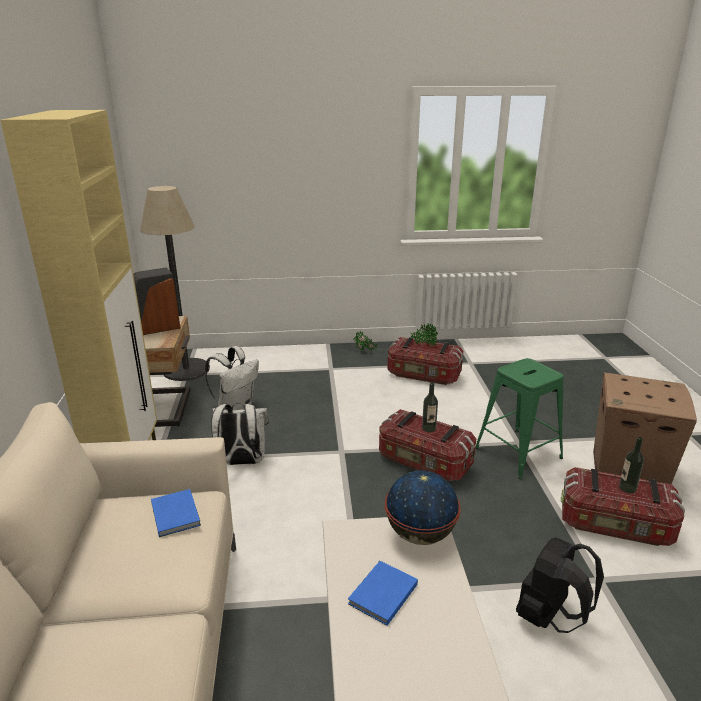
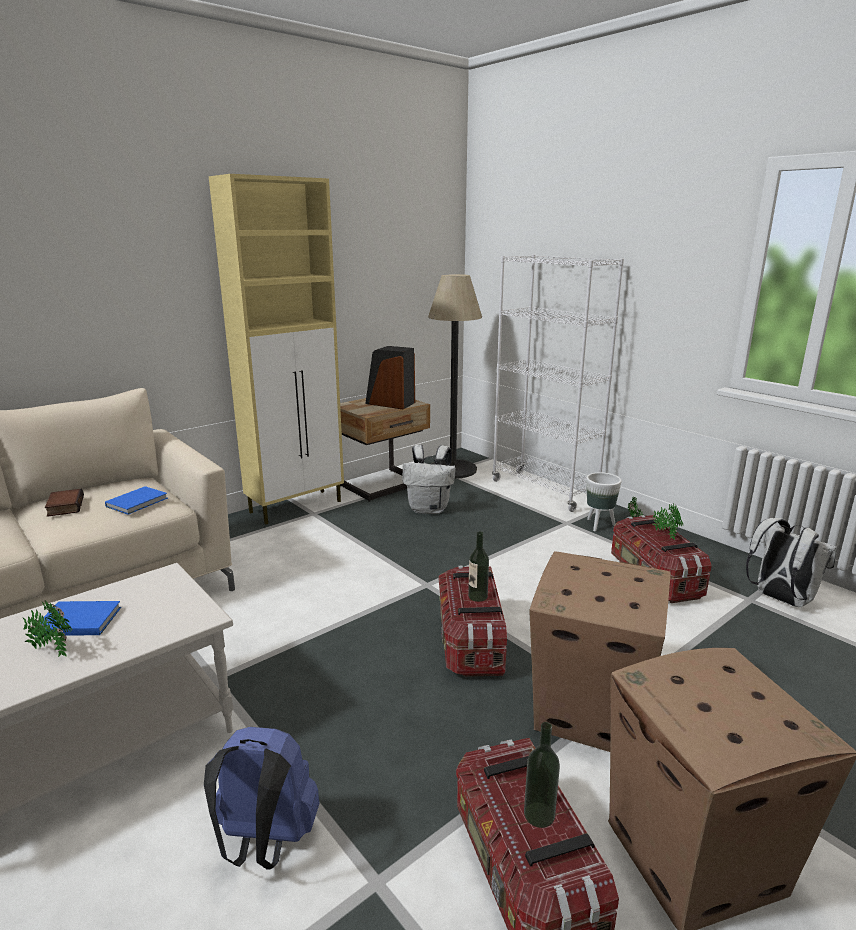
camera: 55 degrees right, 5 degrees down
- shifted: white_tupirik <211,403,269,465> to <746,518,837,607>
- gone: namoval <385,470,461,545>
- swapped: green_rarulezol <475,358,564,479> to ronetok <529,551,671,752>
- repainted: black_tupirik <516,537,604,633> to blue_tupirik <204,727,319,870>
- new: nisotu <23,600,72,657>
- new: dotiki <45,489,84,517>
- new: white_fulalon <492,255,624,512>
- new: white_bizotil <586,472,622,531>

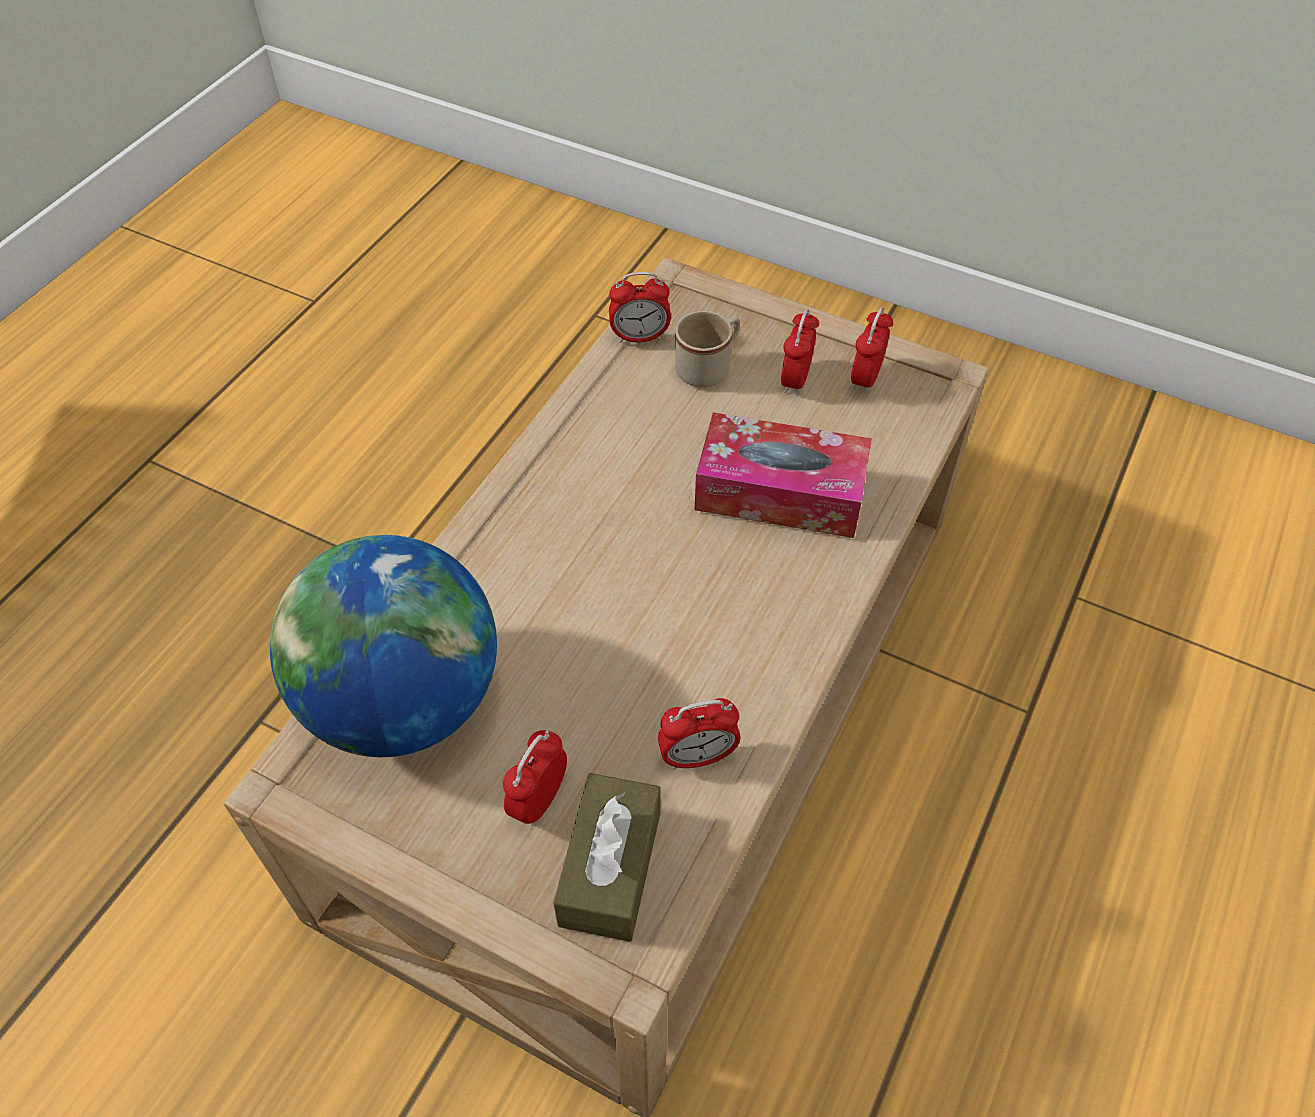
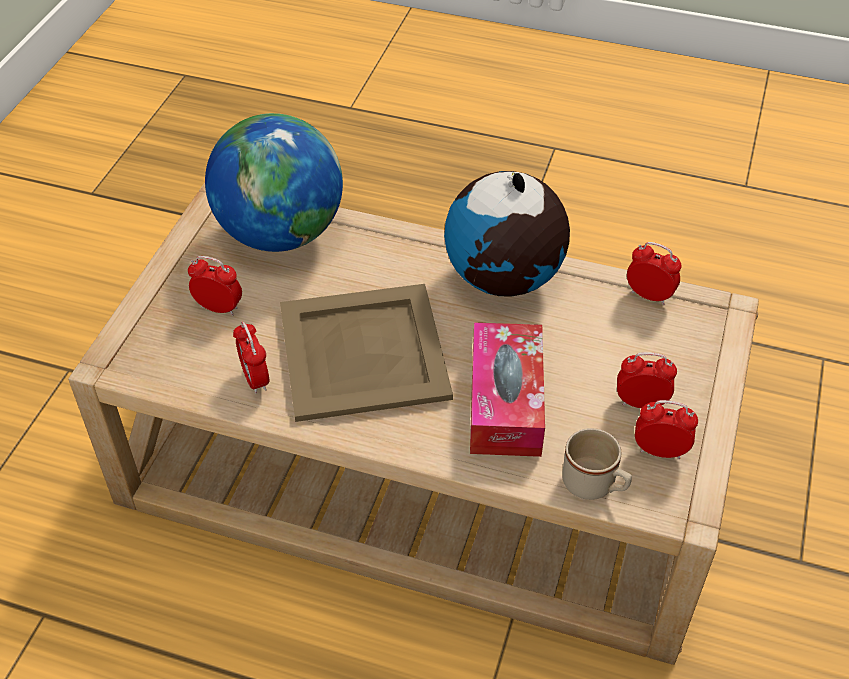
camera: 80 degrees right, 5 degrees down
- gone: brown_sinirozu <553,773,661,942>
- rotated: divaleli <609,272,671,343> = <627,242,681,305> 135 degrees clockwise
- shifted: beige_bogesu <675,311,740,387> to <562,428,632,500>
- new: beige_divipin <280,284,453,422>
- new: namoval <444,171,570,297>

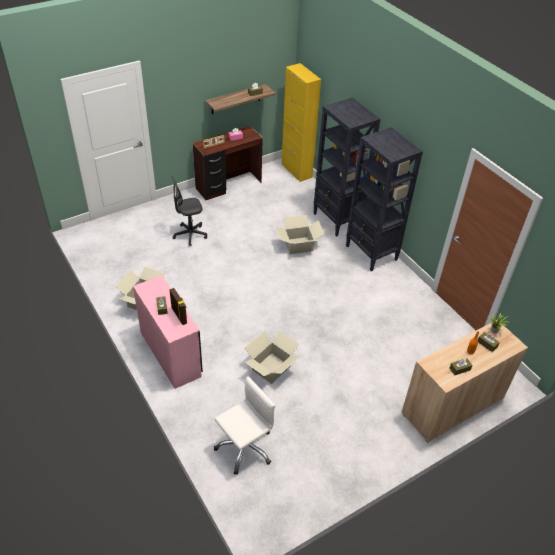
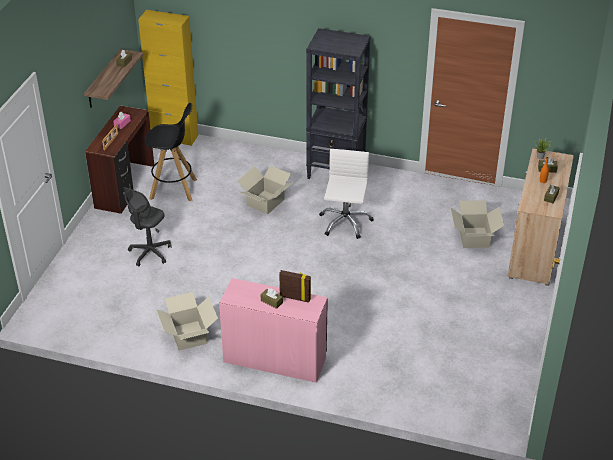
camera: 40 degrees left, 5 degrees down
- shifted: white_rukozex <214,376,275,475> to <319,149,373,239>
- shifted: ronetok <245,331,300,384> to <450,200,504,248>
- gone: black_fulalon <314,97,381,237>
- new: black_rarulezol <145,103,197,201>

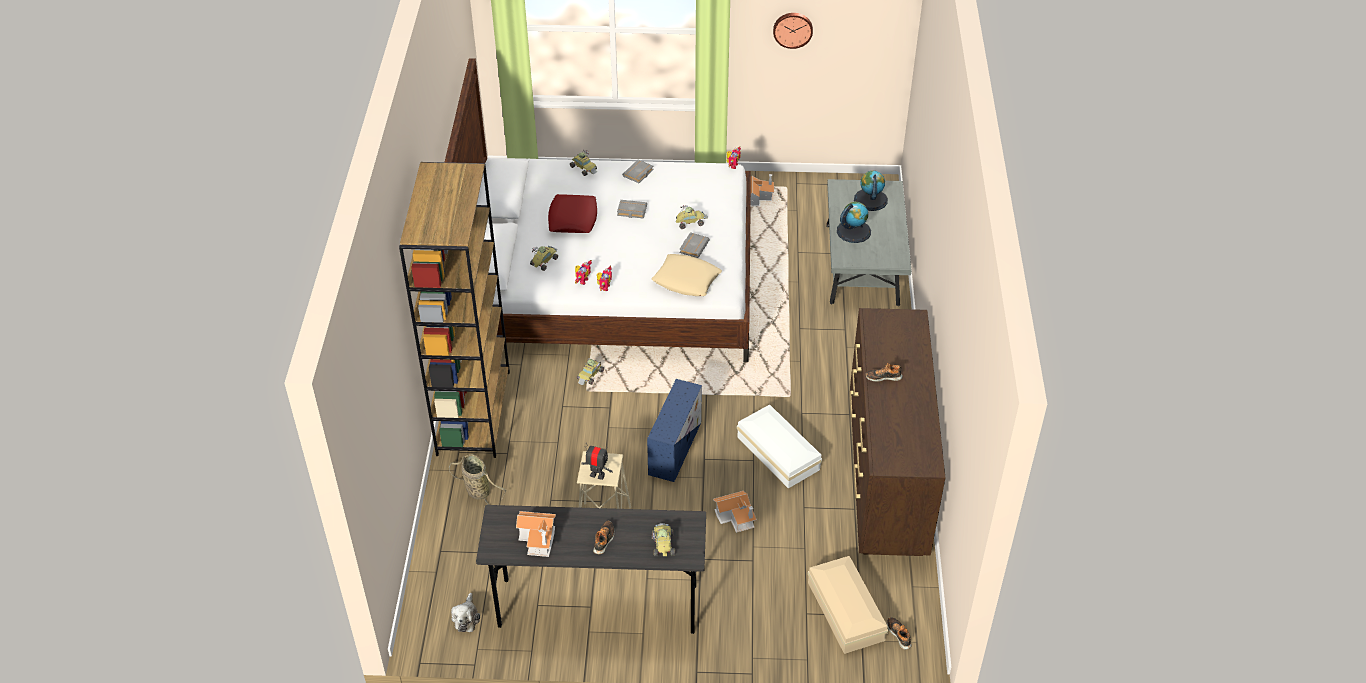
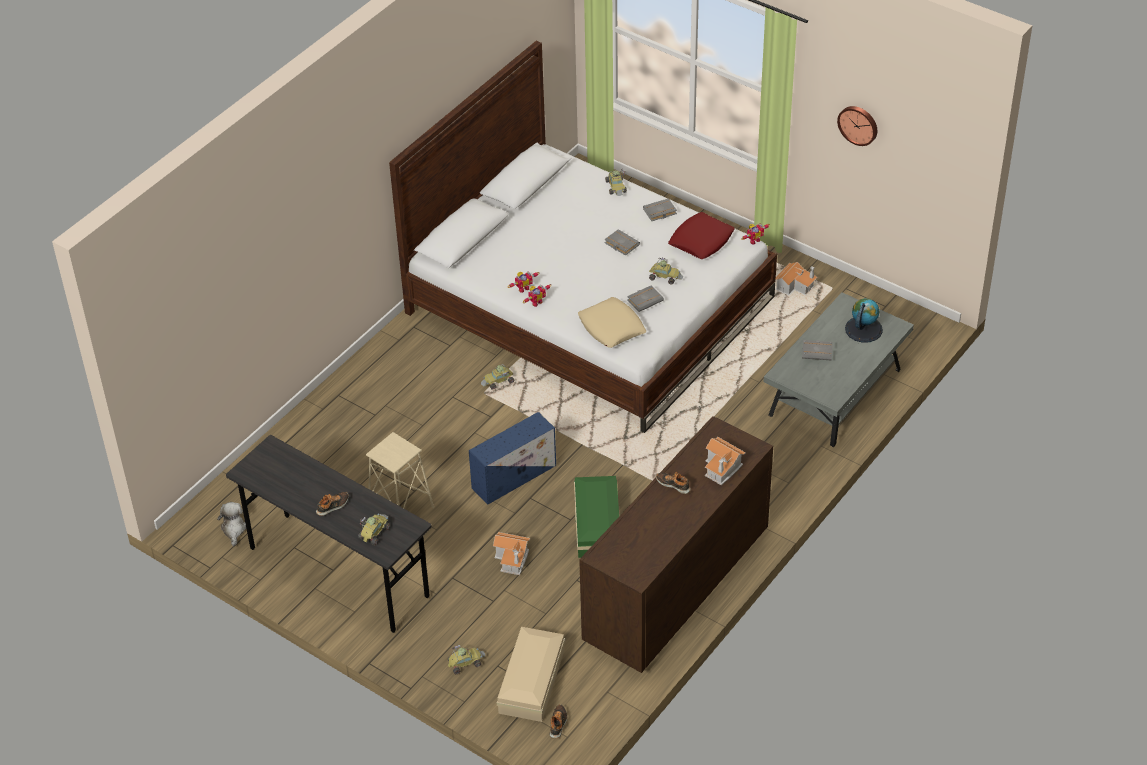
camera: 35 degrees right, 0 degrees up
- gone: brown_fulalon <399,162,510,458>
- gone: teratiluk <449,454,507,505>
- rotated: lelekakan <451,593,480,632> = <217,502,246,546> 135 degrees clockwise
- shifted: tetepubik <516,511,556,557> to <705,437,745,485>
- shifted: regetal <530,246,558,271> to <448,645,485,674>
- shifted: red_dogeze <548,194,597,233> to <668,212,735,259>
- gone: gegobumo <581,443,613,480>
- repainted: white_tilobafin <737,405,822,488> to green_tilobafin <574,476,619,558>
- swapped: namoval <837,202,871,243> to grey_dotiki <802,340,833,361>

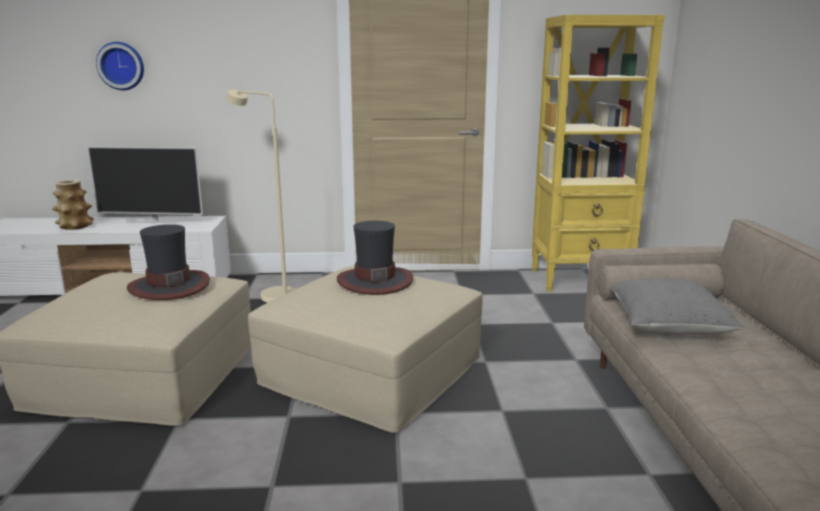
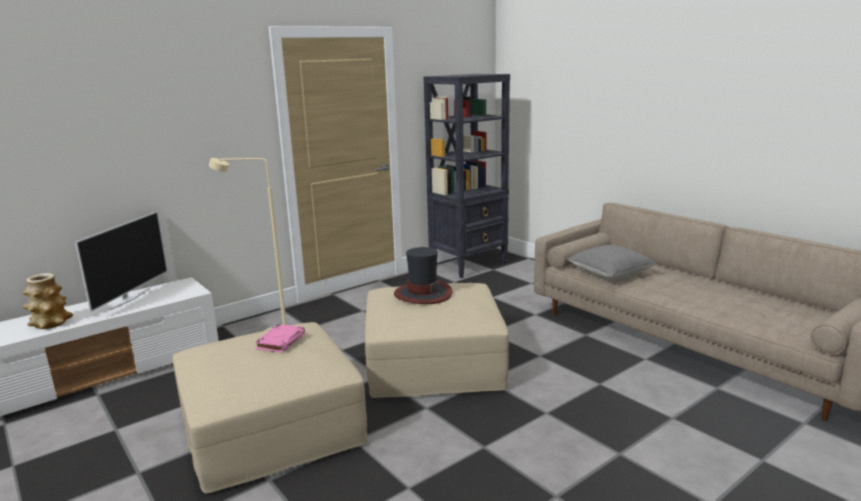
camera: 35 degrees left, 0 degrees up
- rotated: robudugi <87,146,203,223> = <75,211,168,312> 45 degrees counterclockwise
- gone: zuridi <96,42,144,90>
- swapped: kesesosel <127,224,210,300> to pink_dotiki <255,324,305,353>
- repainted: yellow_fulalon <532,15,664,292> to black_fulalon <424,74,510,278>

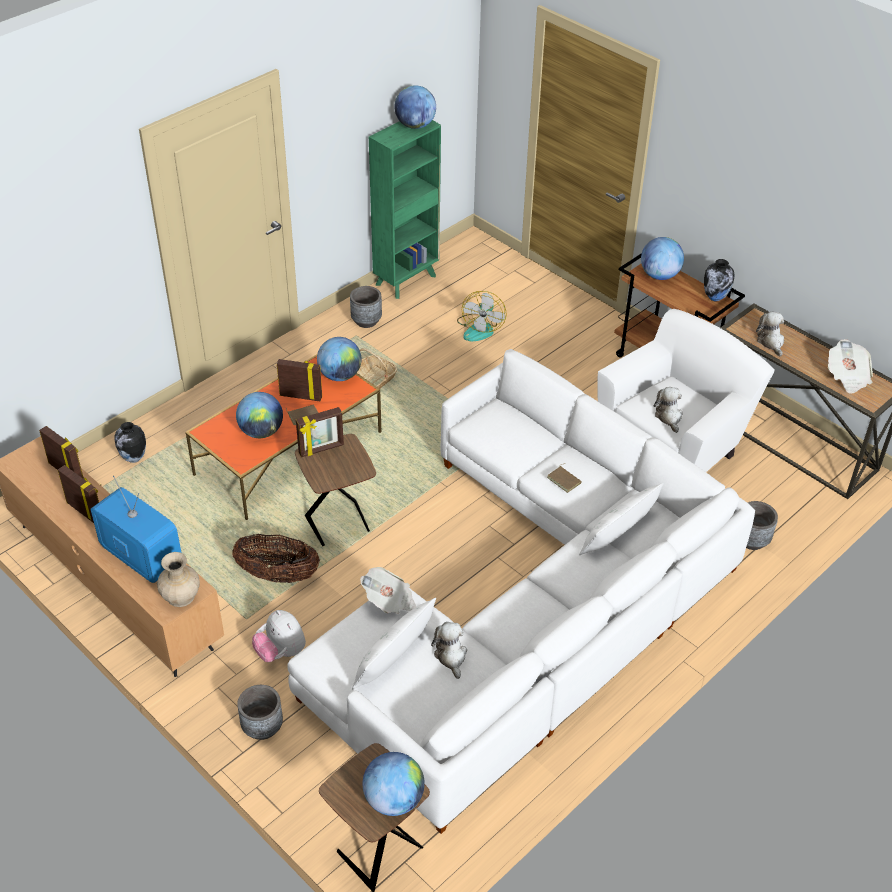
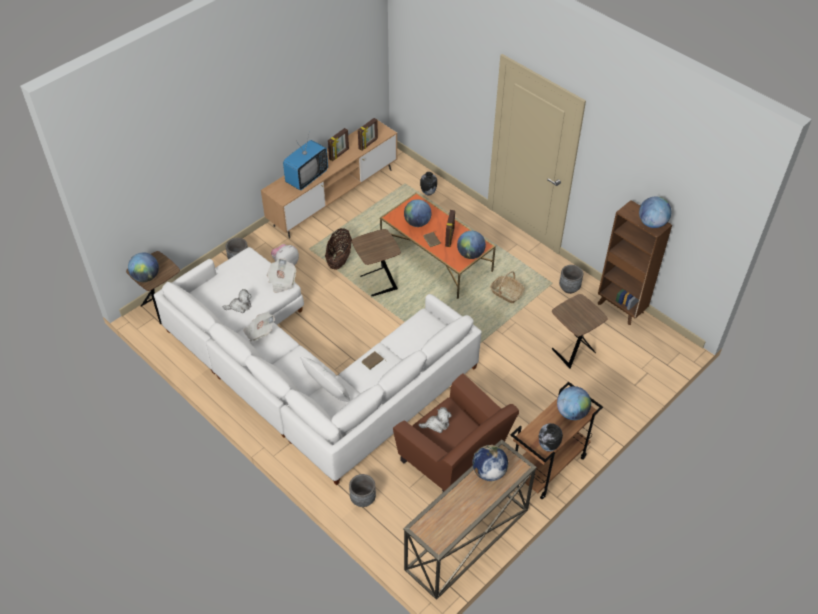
camera: 90 degrees right, 5 degrees up
- gone: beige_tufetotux <157,552,200,607>
- gone: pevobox <296,407,344,457>
- gone: white_dogeze <352,598,436,689>
- repainted: green_fulalon <369,120,441,299> to brown_fulalon <598,200,672,325>
- swapped: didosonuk <457,291,507,341> to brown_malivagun <552,294,608,369>
- repainted: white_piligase <597,309,774,472> to brown_piligase <393,373,519,492>
- swapped: lelekakan <756,312,784,357> to namoval <472,445,508,481>
- shifted: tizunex <828,339,873,394> to <243,312,275,342>

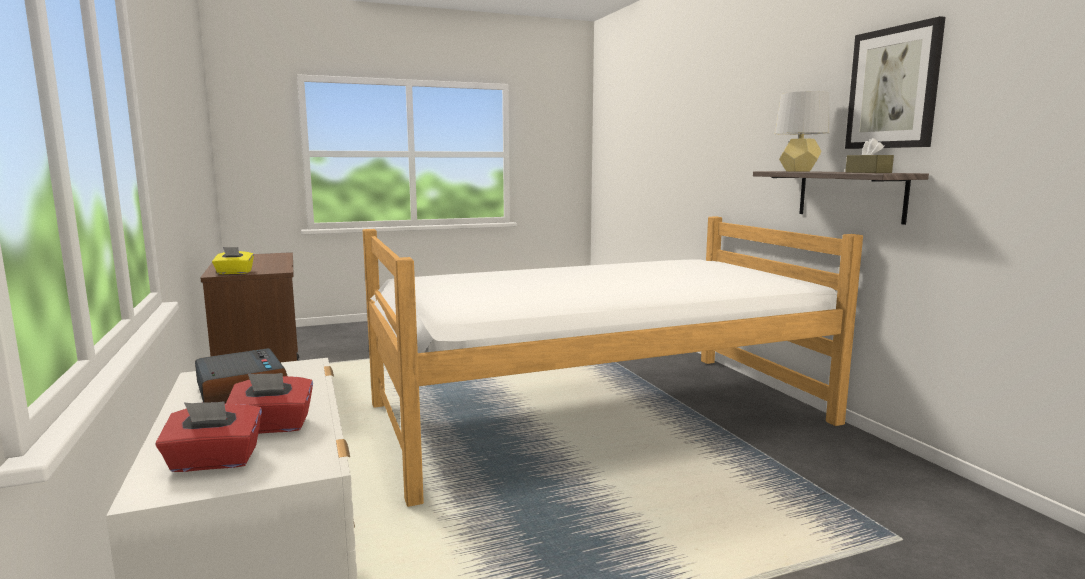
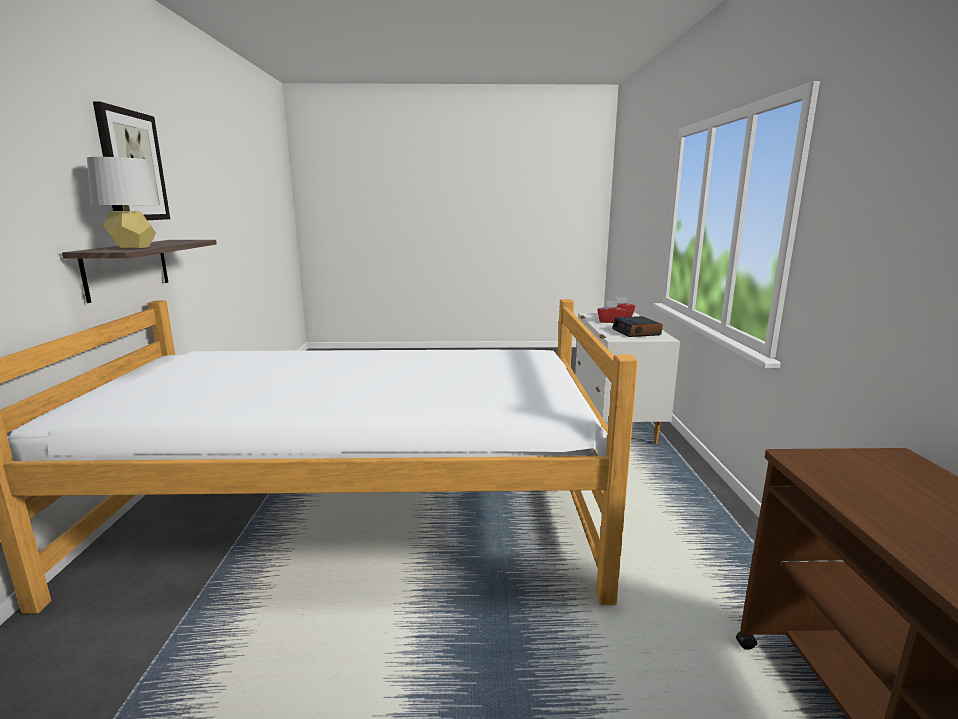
camera: 160 degrees left, 5 degrees up
- gone: yellow_sinirozu <212,247,254,274>
- gone: brown_sinirozu <845,138,894,173>

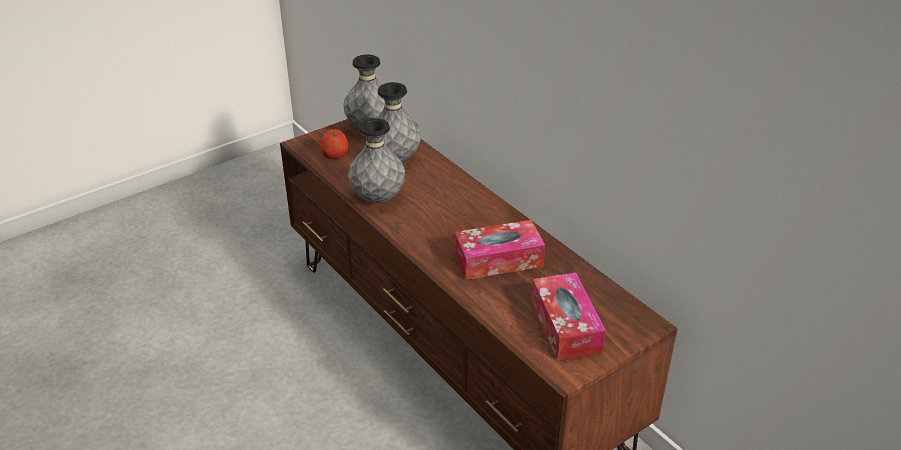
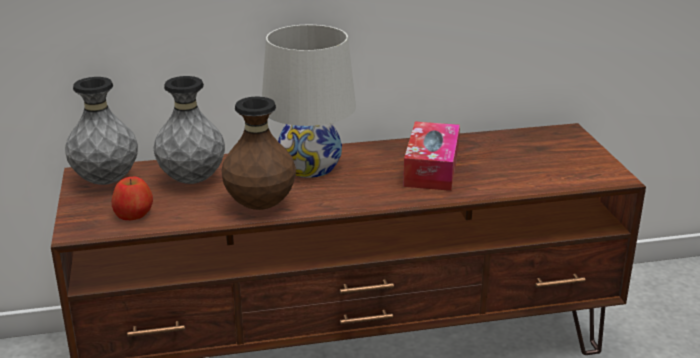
camera: 65 degrees left, 10 degrees down
- repainted: grey_tufetotux <348,118,405,203> to brown_tufetotux <221,96,296,210>
- gone: sinirozu <531,273,606,361>
- new: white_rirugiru <262,25,356,178>

